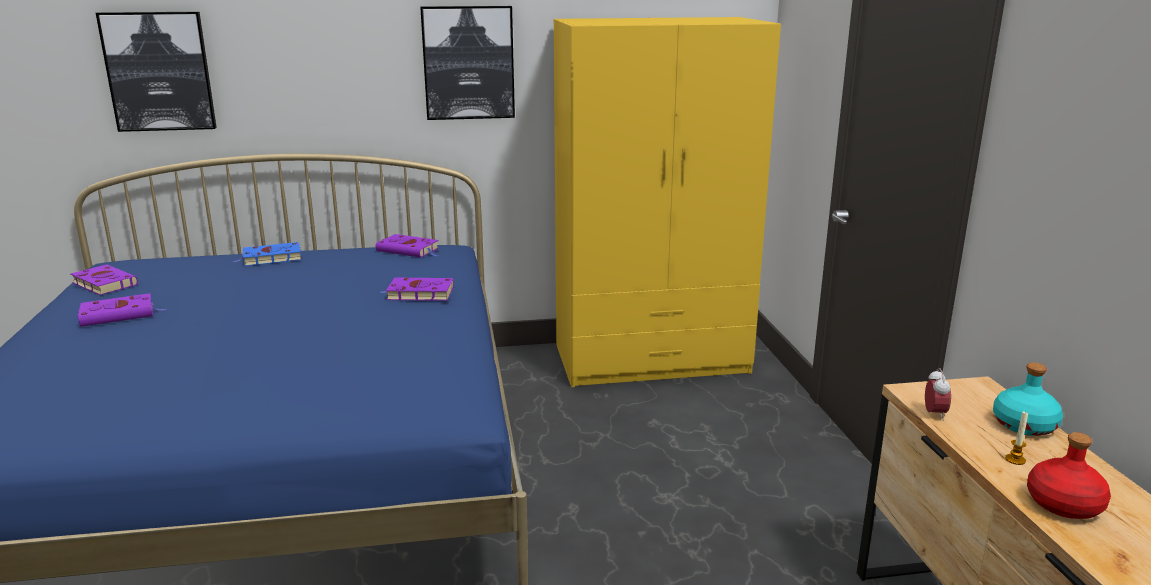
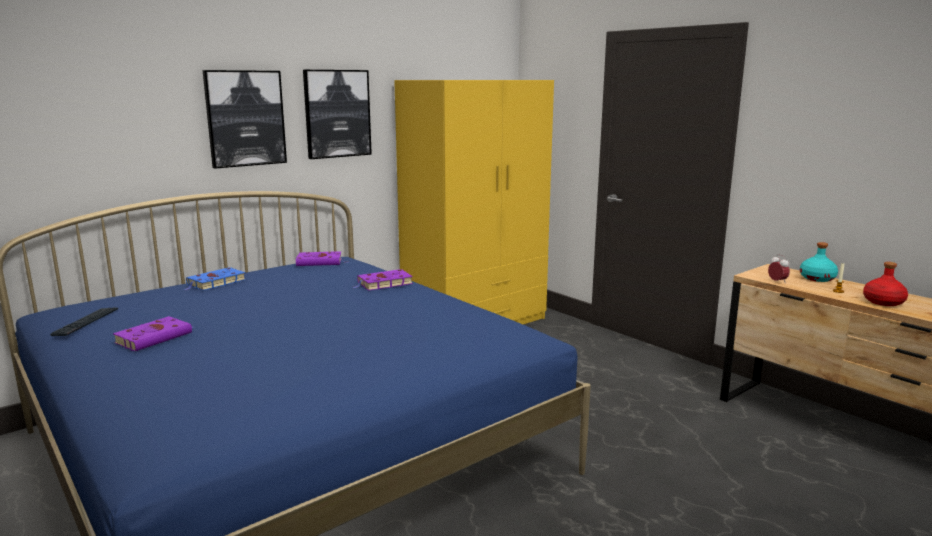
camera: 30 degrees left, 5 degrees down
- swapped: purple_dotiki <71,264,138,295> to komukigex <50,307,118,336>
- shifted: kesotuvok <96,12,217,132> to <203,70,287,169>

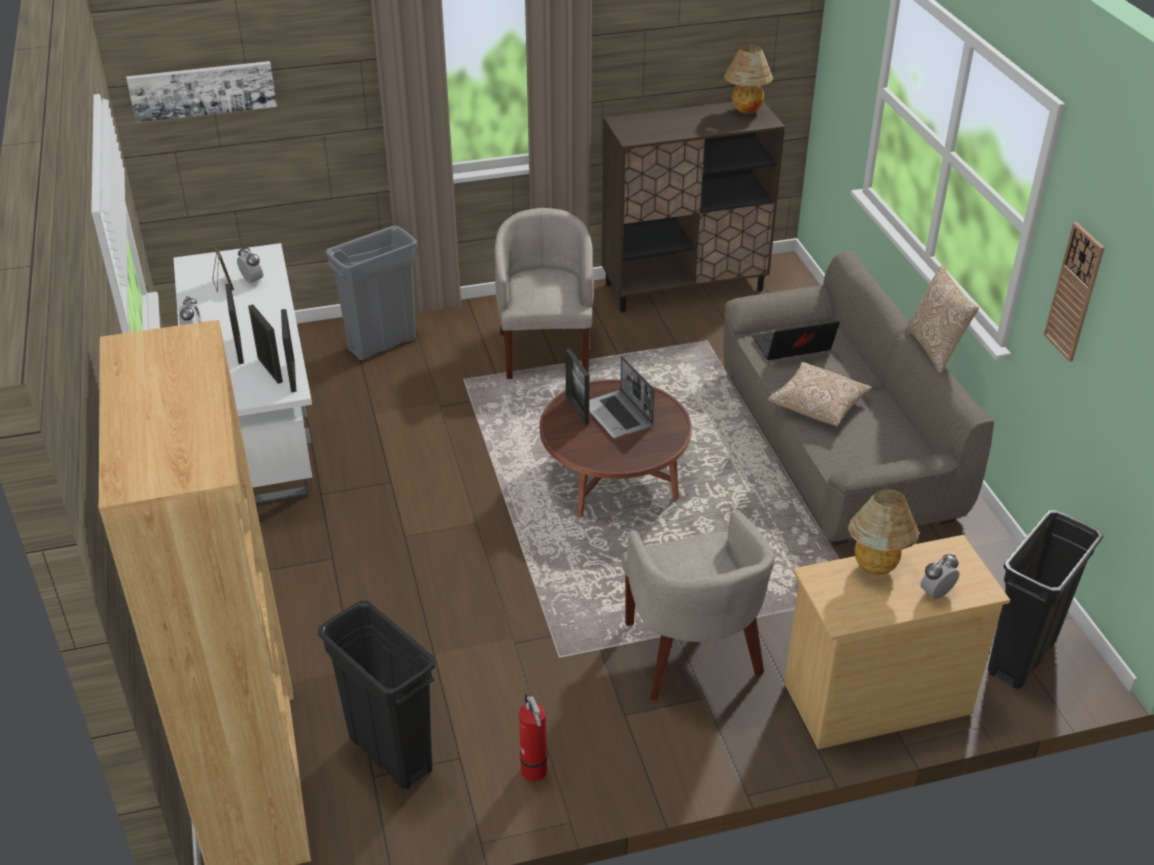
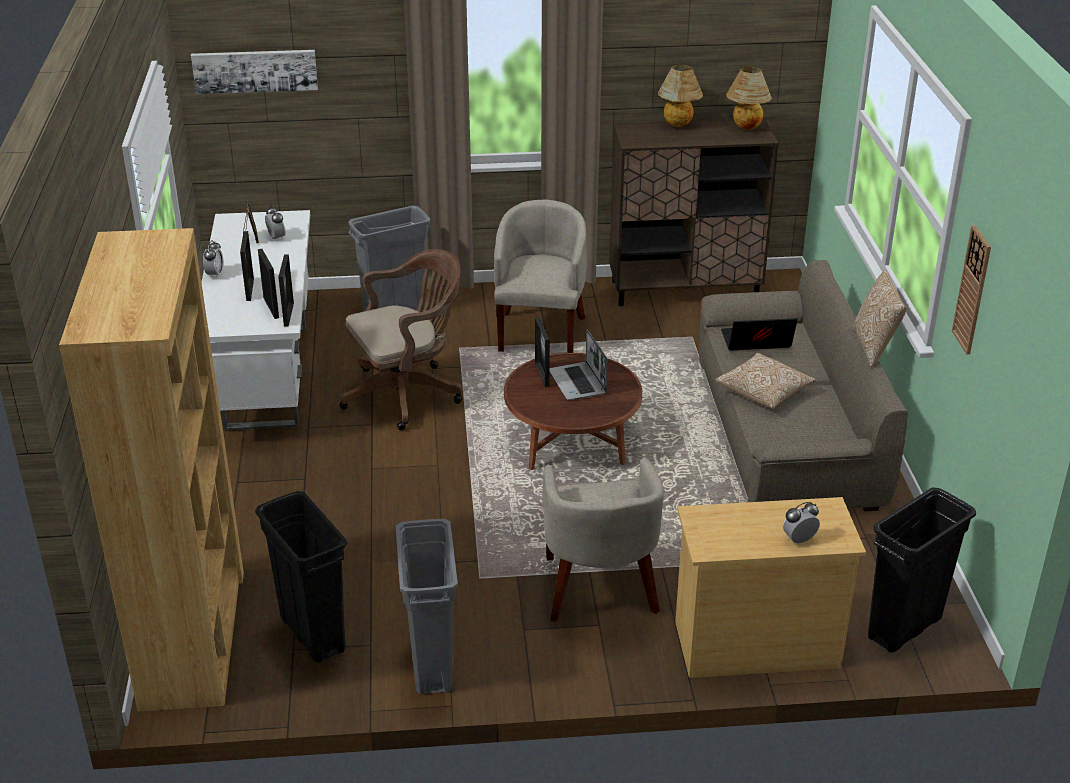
camera: 10 degrees right, 5 degrees down
- swapped: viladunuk <519,693,548,782> to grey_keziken <395,519,458,695>
- shifted: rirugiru <848,489,919,575> to <658,65,703,127>
- new: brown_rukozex <340,249,462,430>

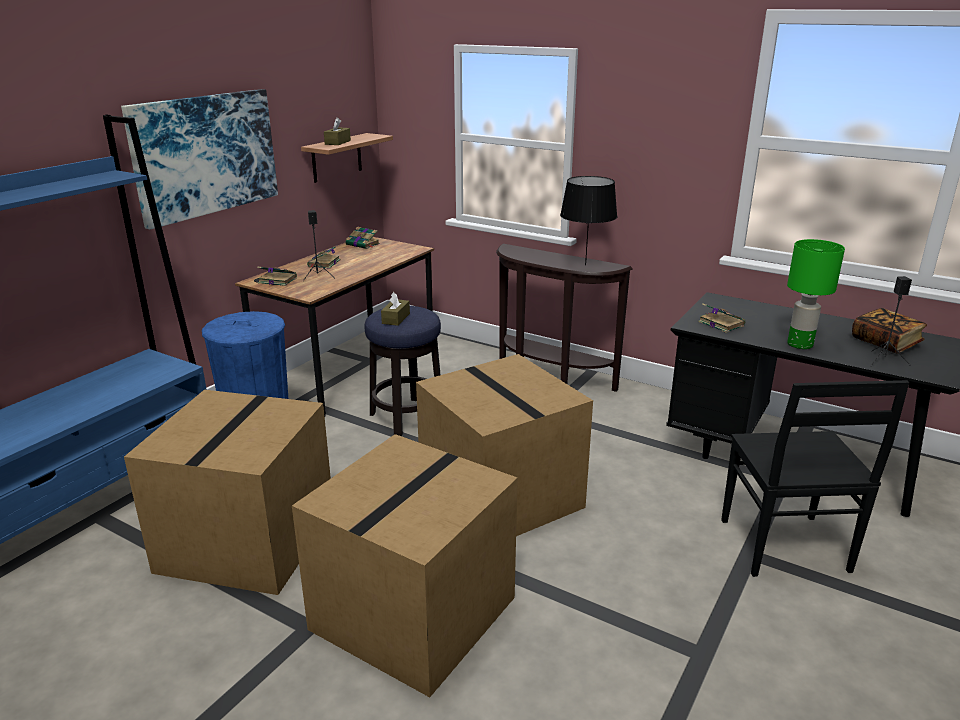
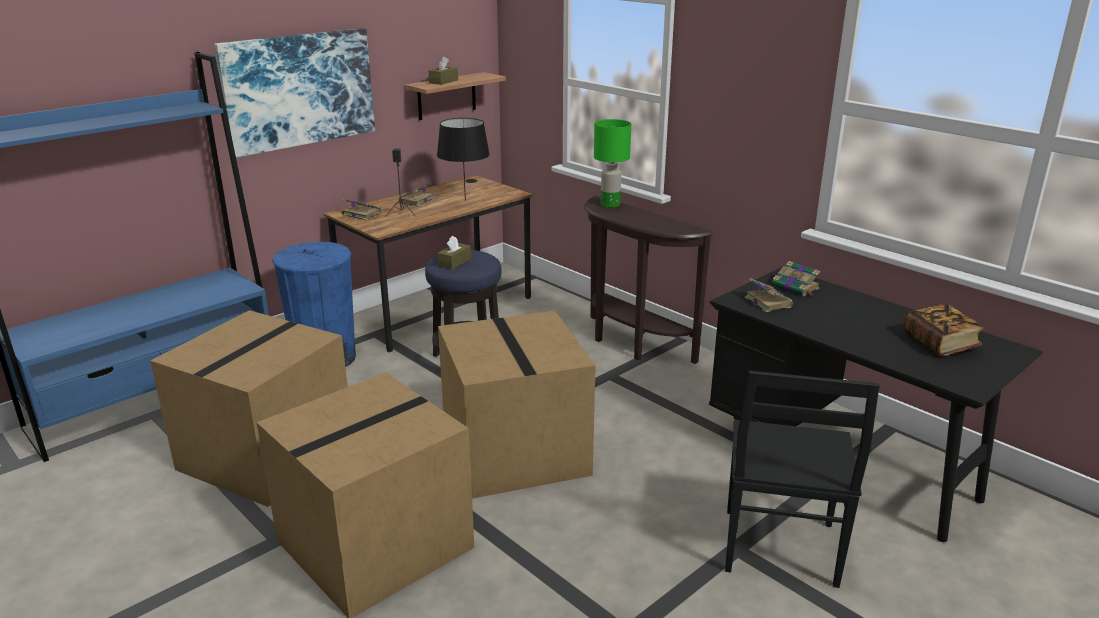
camera: 15 degrees right, 0 degrees up
- shifted: dotiki <346,227,380,249> to <772,261,820,297>
- shifted: black_rirugiru <560,176,617,265> to <437,118,490,201>
- shifted: green_rirugiru <787,239,845,349> to <594,119,631,208>
- gone: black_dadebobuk <870,276,912,367>

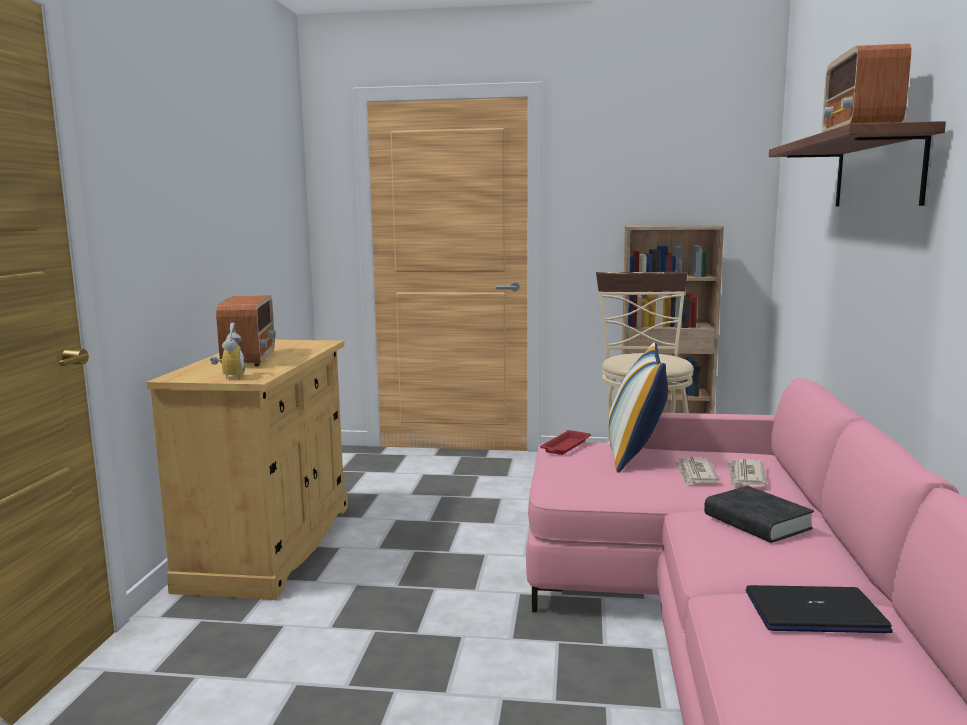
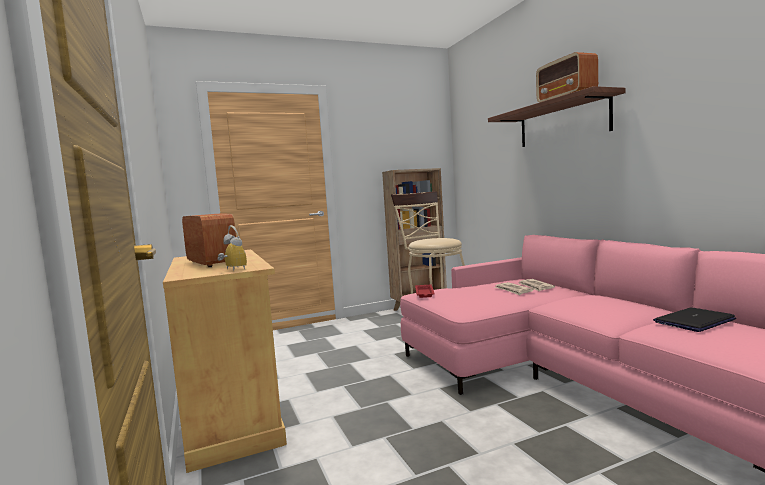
camera: 30 degrees left, 5 degrees down
- gone: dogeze <608,342,668,473>
- gone: black_dotiki <704,486,814,543>

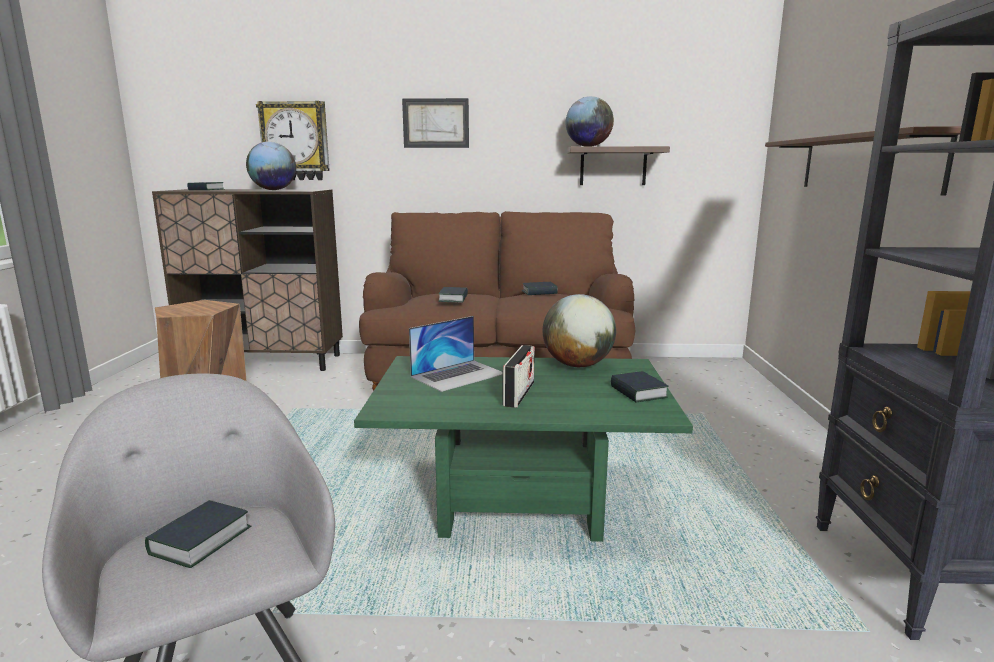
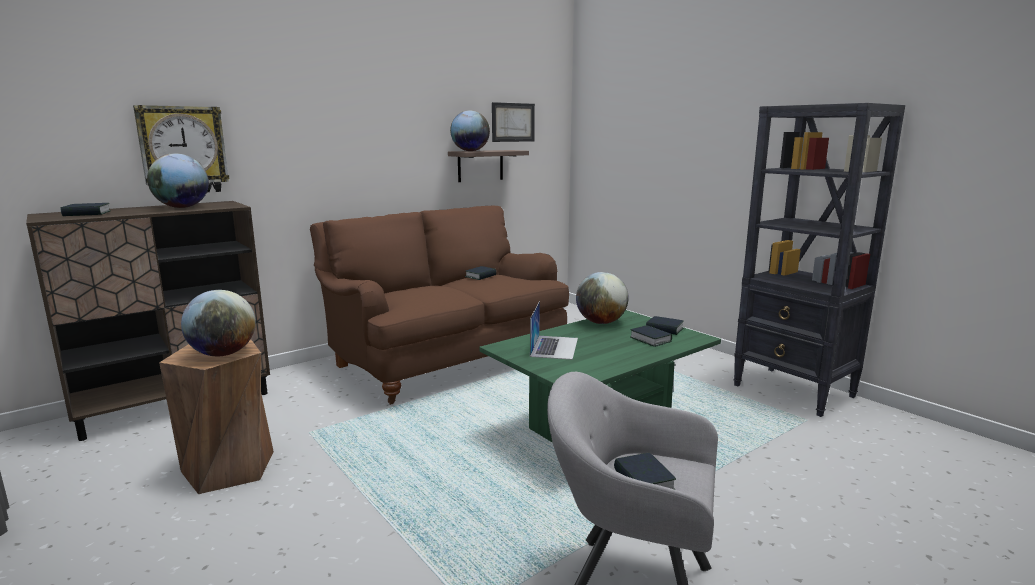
camera: 40 degrees left, 0 degrees up
- shifted: kesotuvok <402,98,469,148> to <492,102,535,142>
- shifted: dotiki <438,287,468,303> to <630,325,672,347>
- gone: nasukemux <502,345,535,408>
- gone: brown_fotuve <765,127,961,196>
- new: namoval <181,290,256,356>

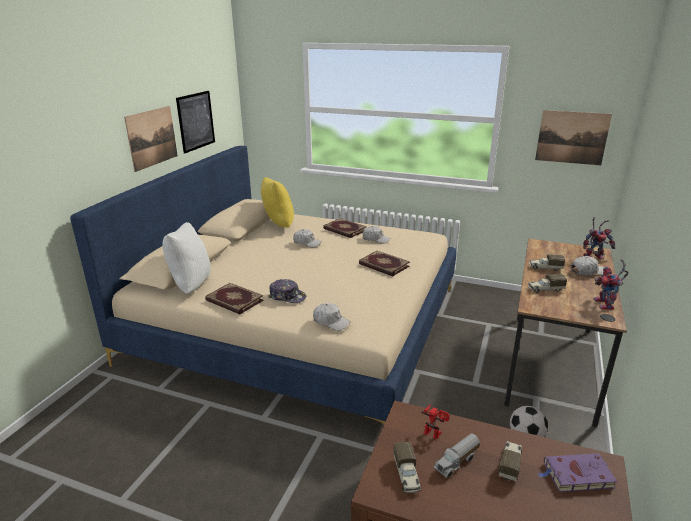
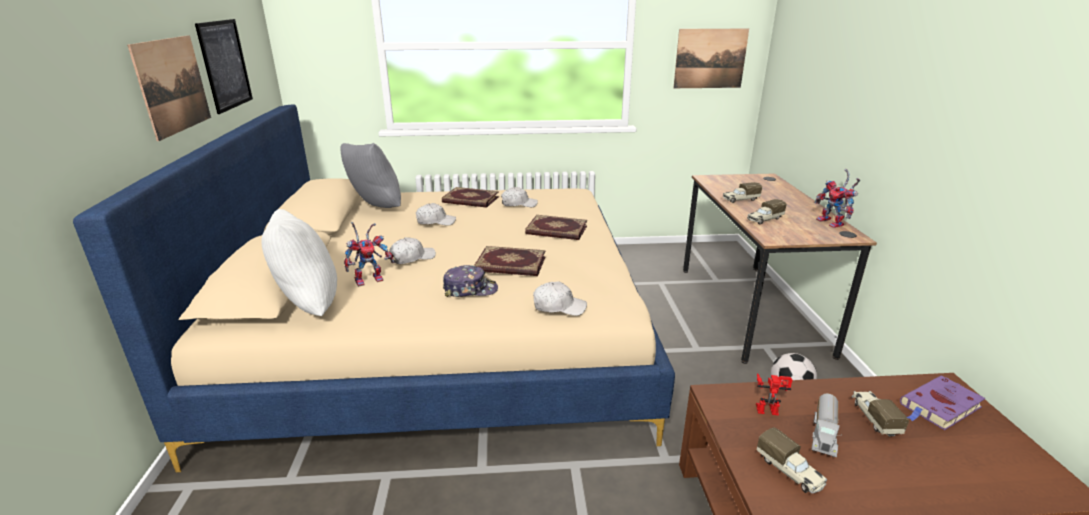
camera: 25 degrees left, 0 degrees up
- shifted: dotiki <205,283,264,314> to <474,246,545,276>
- repainted: yellow_dogeze <261,177,294,228> to grey_dogeze <341,143,401,208>
- shifted: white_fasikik <571,256,604,275> to <389,237,436,264>
- shifted: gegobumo <583,217,615,260> to <344,222,395,287>

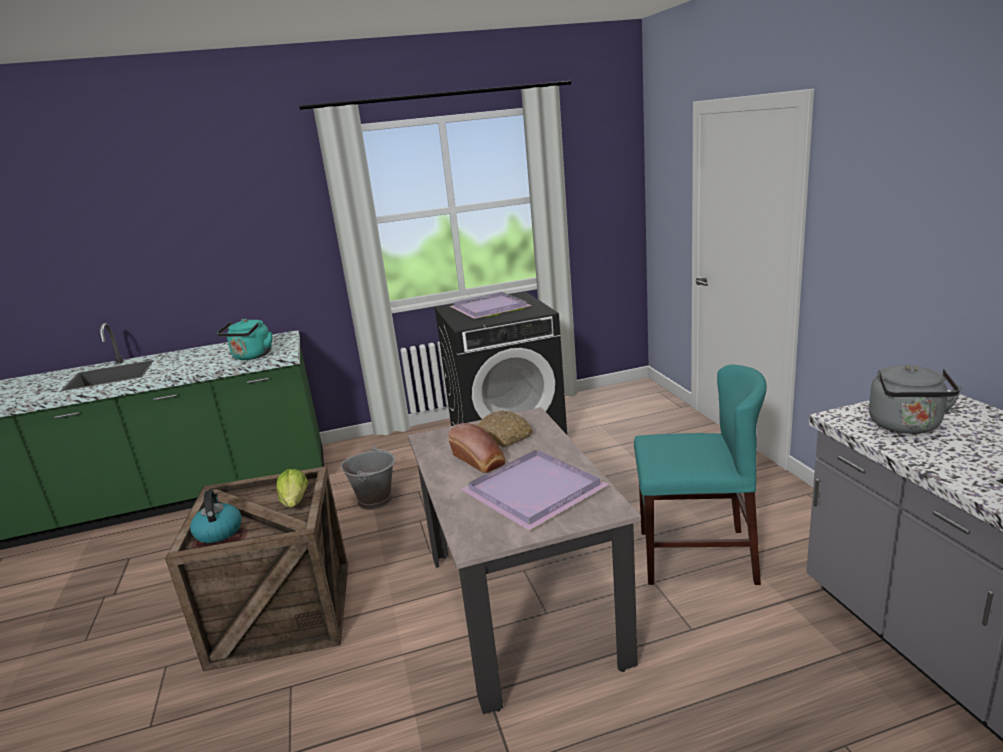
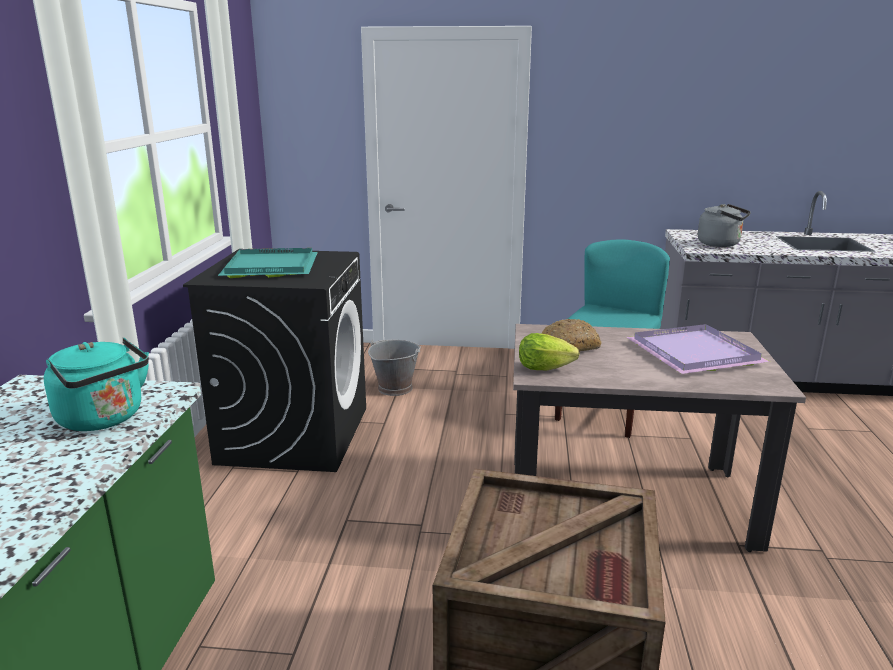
camera: 70 degrees left, 0 degrees up
- gone: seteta <190,490,242,543>
- shifted: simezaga <276,469,308,507> to <519,333,579,371>
- shifted: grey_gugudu <341,446,395,510> to <368,340,421,396>
- gone: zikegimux <448,423,505,473>
- repainted: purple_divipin <450,292,532,319> to turquoise_divipin <218,248,318,278>

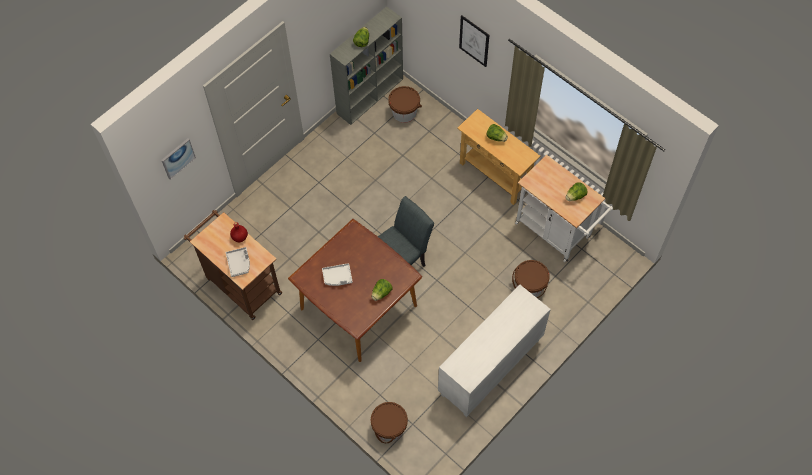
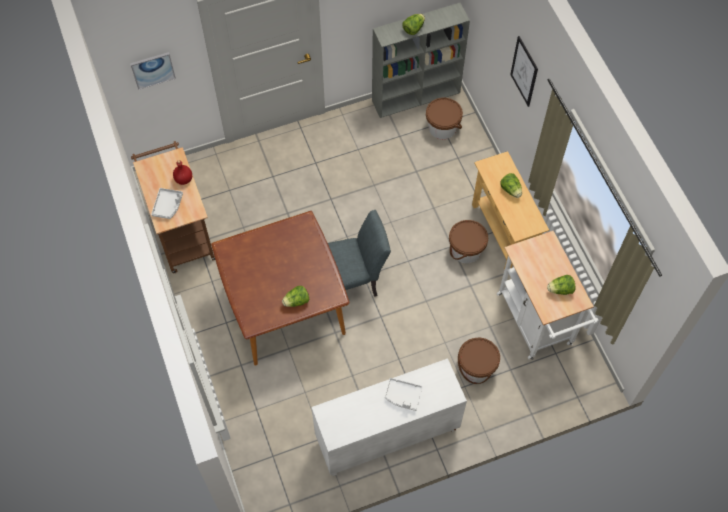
camera: 25 degrees right, 0 degrees up
- shifted: white_divipin <322,263,353,286> to <385,378,423,411>
- shifted: brown_gugudu <371,402,408,443> to <449,220,488,263>

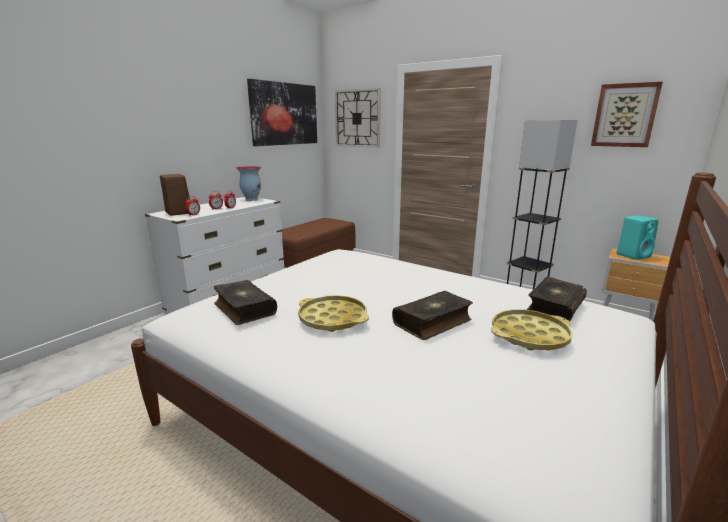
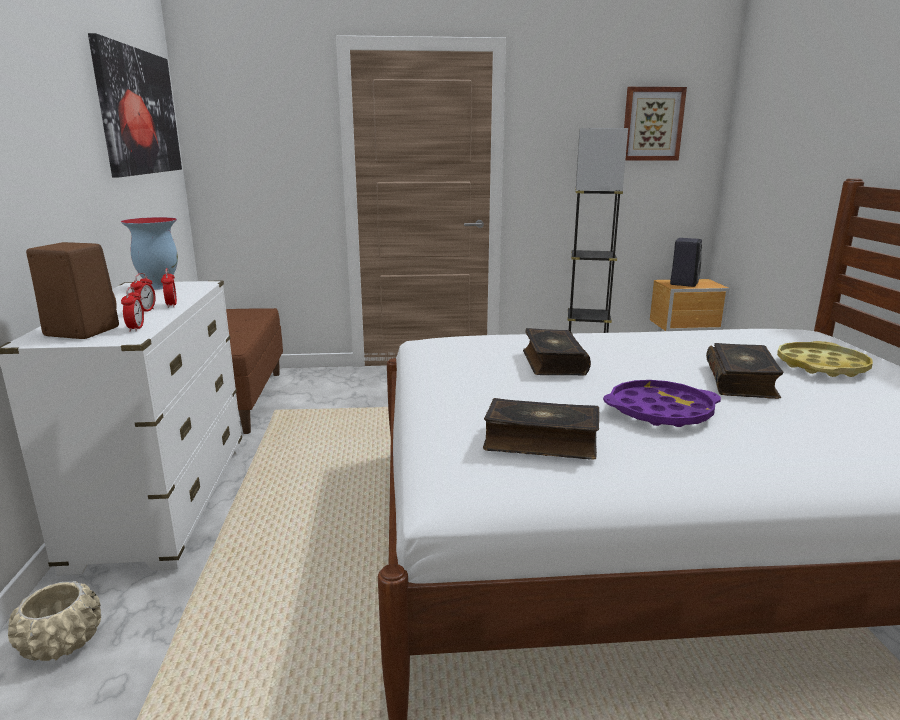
camera: 40 degrees left, 0 degrees up
- repainted: yellow_divipin <298,295,369,332> to purple_divipin <603,380,721,427>
- gone: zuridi <335,88,381,148>
- shifted: dotiki <526,277,587,321> to <523,328,591,375>
- repainted: turquoise_dadebobuk <617,215,659,260> to black_dadebobuk <670,238,702,287>
- new: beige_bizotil <8,581,101,661>

